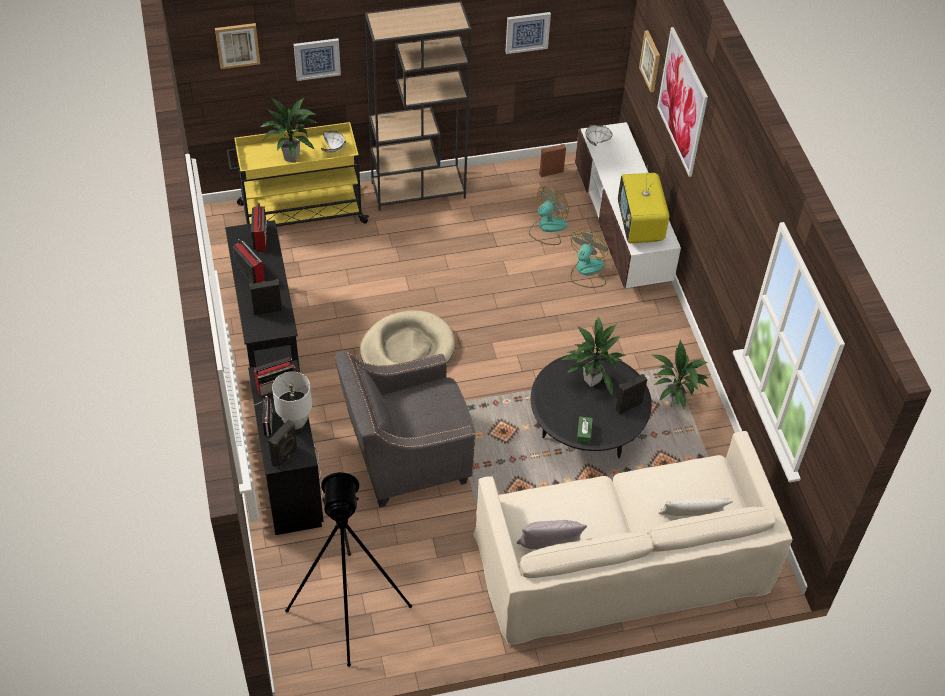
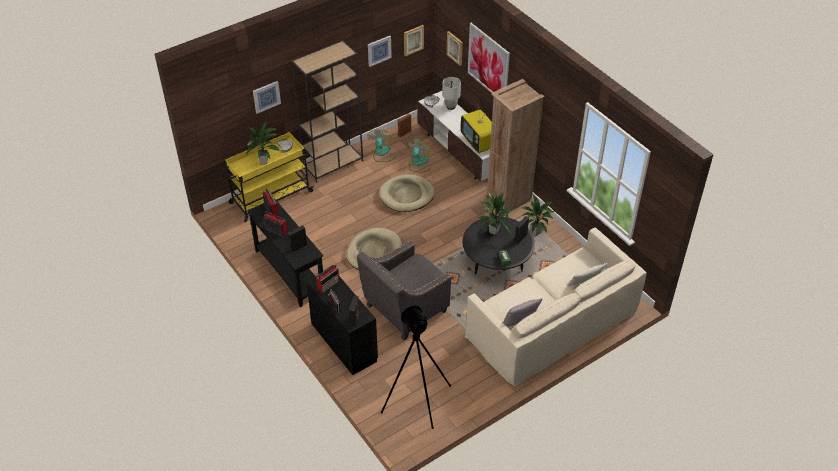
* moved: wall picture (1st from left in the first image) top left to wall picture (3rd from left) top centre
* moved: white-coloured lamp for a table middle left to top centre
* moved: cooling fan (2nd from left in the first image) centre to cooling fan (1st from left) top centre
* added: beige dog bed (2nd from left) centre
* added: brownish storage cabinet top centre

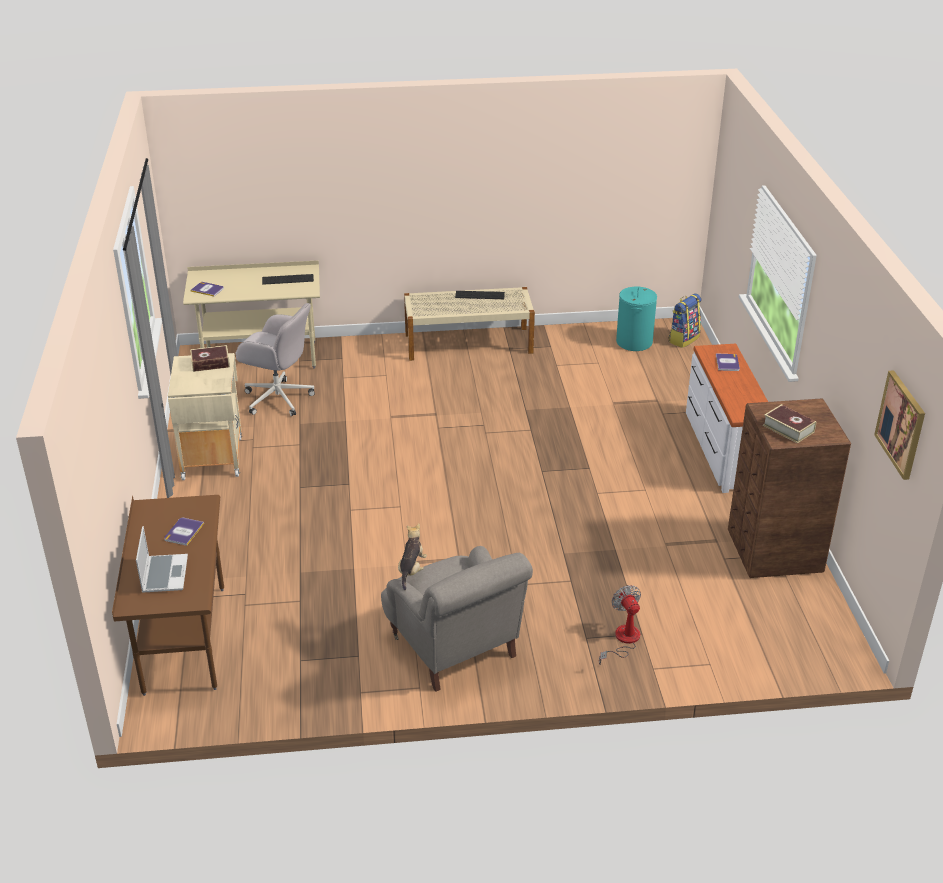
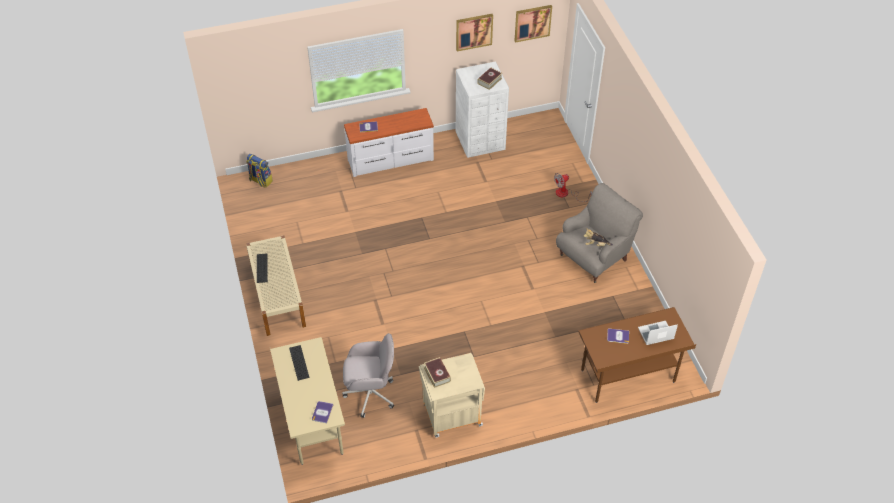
* turned: gray computer chair middle left = bottom centre 75 degrees clockwise
* removed: turquoise-coloured laundry basket middle right
* recoloured: brownish dresser middle right to white-coloured dresser (2nd from left) top centre
* added: wall picture (1st from left) top centre

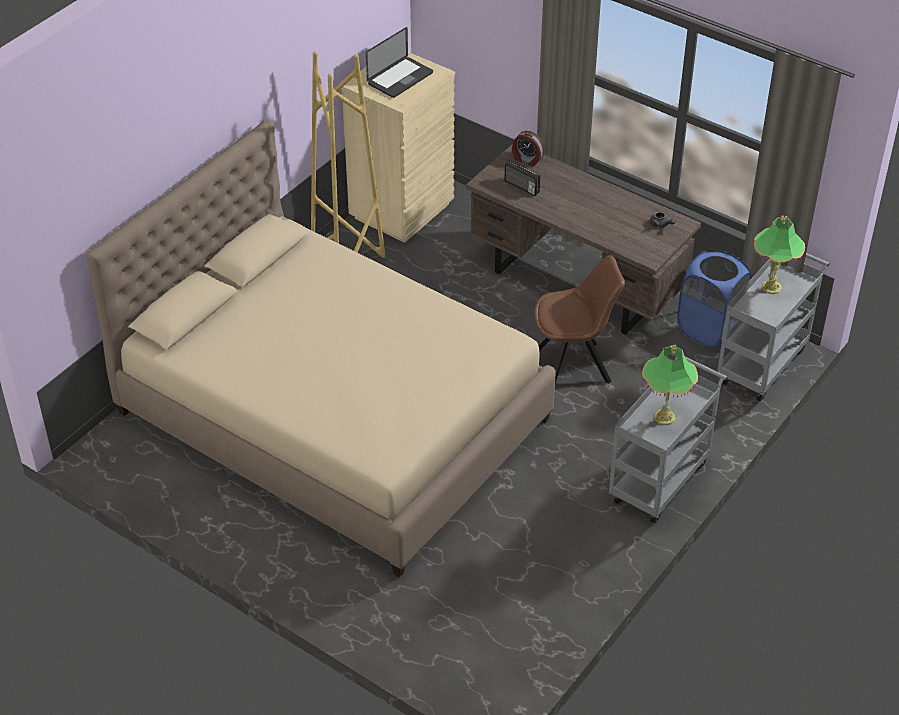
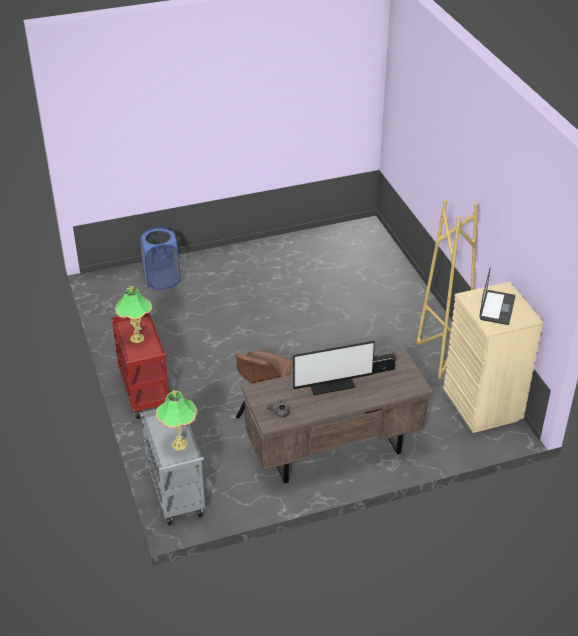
* removed: beige bedroom bed centre
* turned: laptop top centre = middle right 150 degrees counterclockwise
* removed: alarm clock top centre
* recoloured: gray cart (1st from left) middle right to red-coloured cart middle left
* moved: blue-coloured laundry basket middle right to middle left
* added: monitor centre

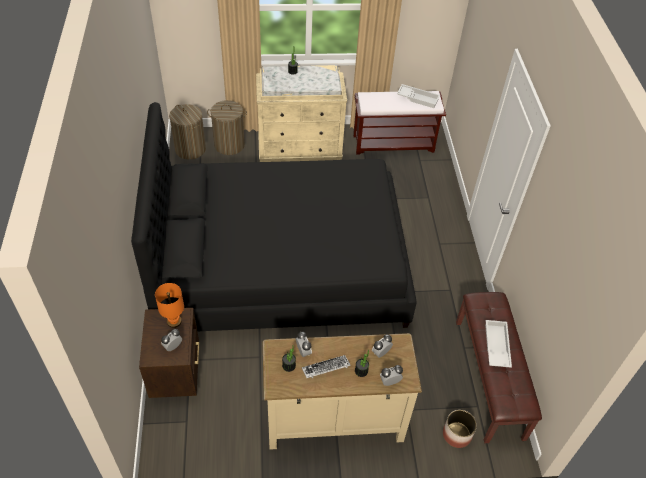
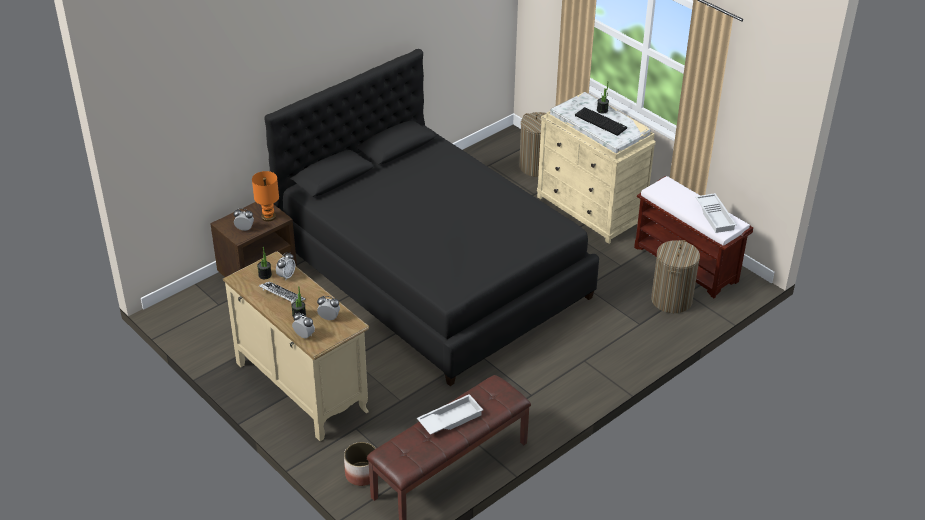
* moved: laundry basket (1st from left in the first image) top left to laundry basket (2nd from left) middle right
* added: PC keyboard (2nd from left) top centre

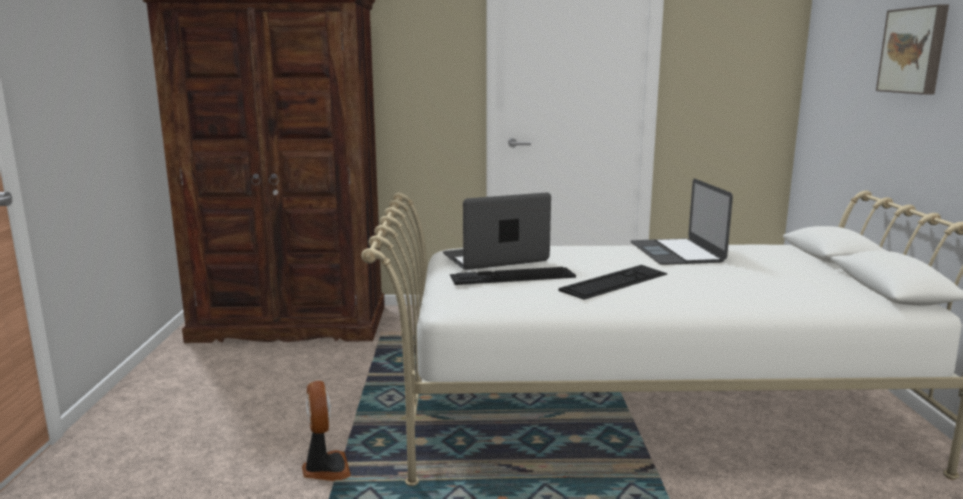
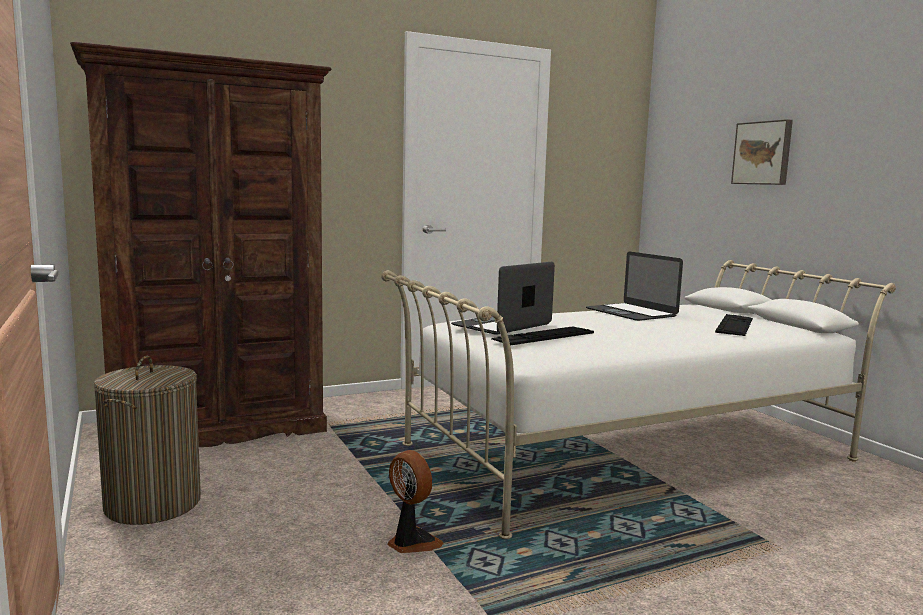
* moved: PC keyboard (2nd from left) centre to middle right
* added: laundry basket bottom left

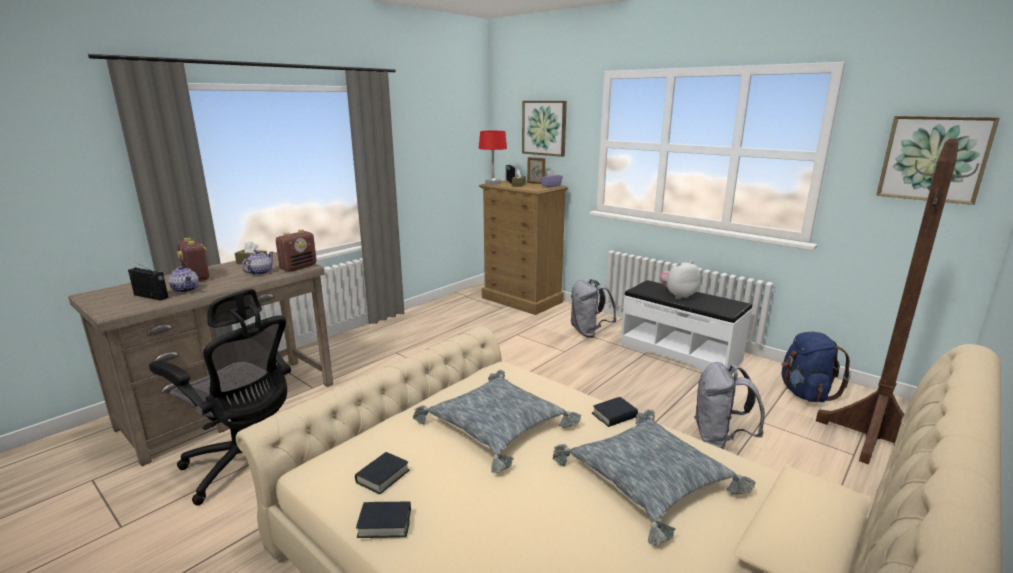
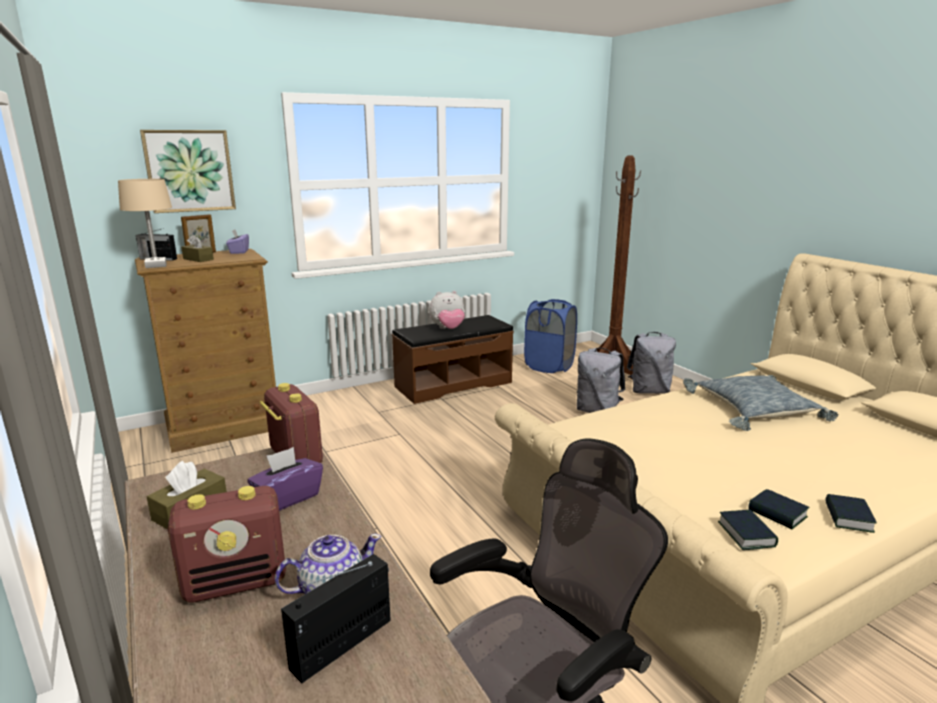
* replaced: pot for tea (2nd from left) middle left to purple tissue holder (2nd from left) bottom left
* removed: pillow (1st from left) bottom centre
* recoloured: red-coloured lamp for a table top centre to beige lamp for a table top left
* moved: gray knapsack (1st from left in the first image) centre to gray knapsack (2nd from left) middle right
* moved: book (3rd from left in the first image) bottom centre to book (1st from left) bottom right
* recoloured: white-coloured indoor bench middle right to brownish indoor bench centre
* turned: plush toy middle right = centre 105 degrees counterclockwise
* replaced: blue-coloured knapsack middle right to blue-coloured laundry basket centre
* removed: wall picture (2nd from left) top right

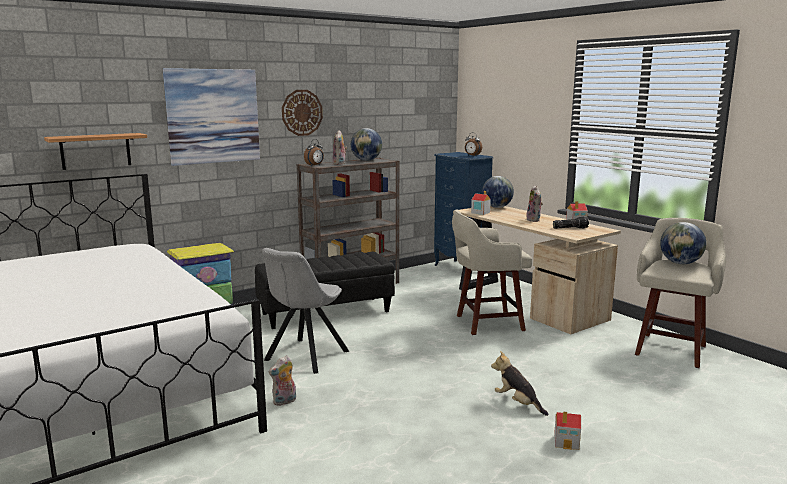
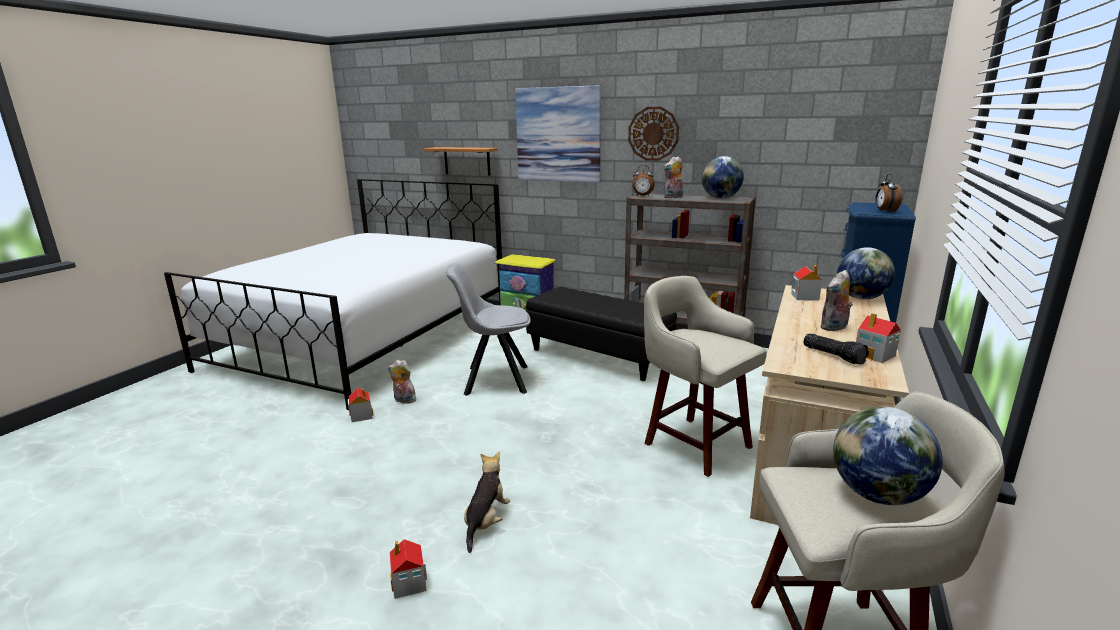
* added: miniature house (1st from left) middle left

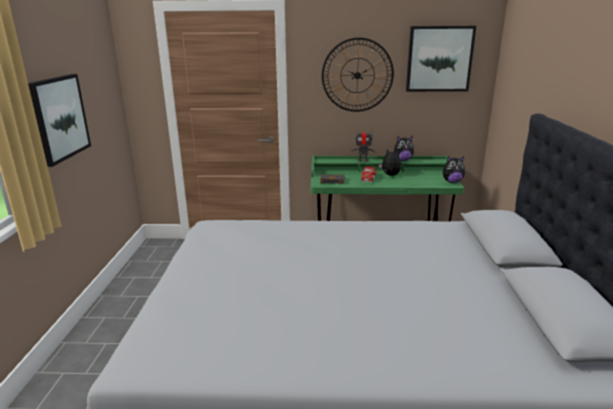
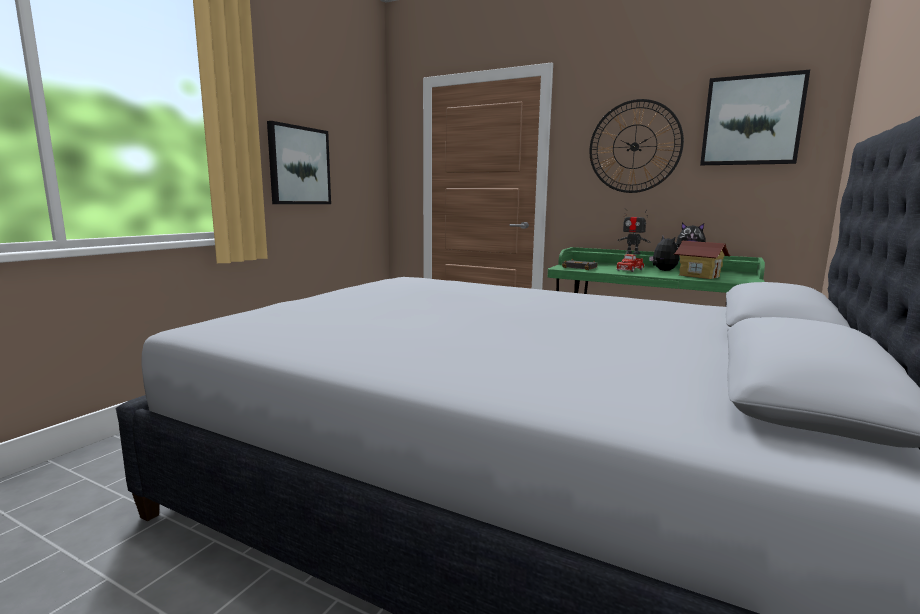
* removed: plush toy (3rd from left) middle right
* added: miniature house middle right

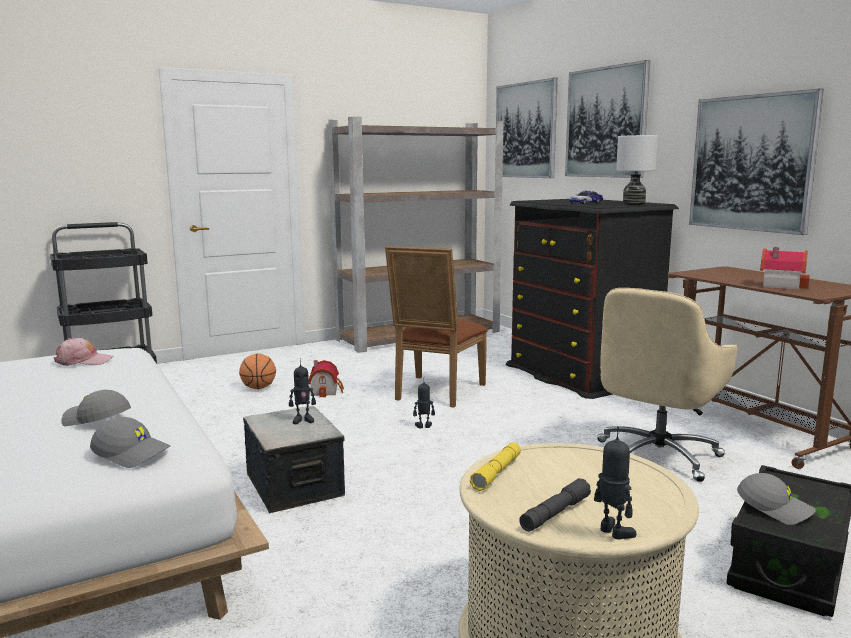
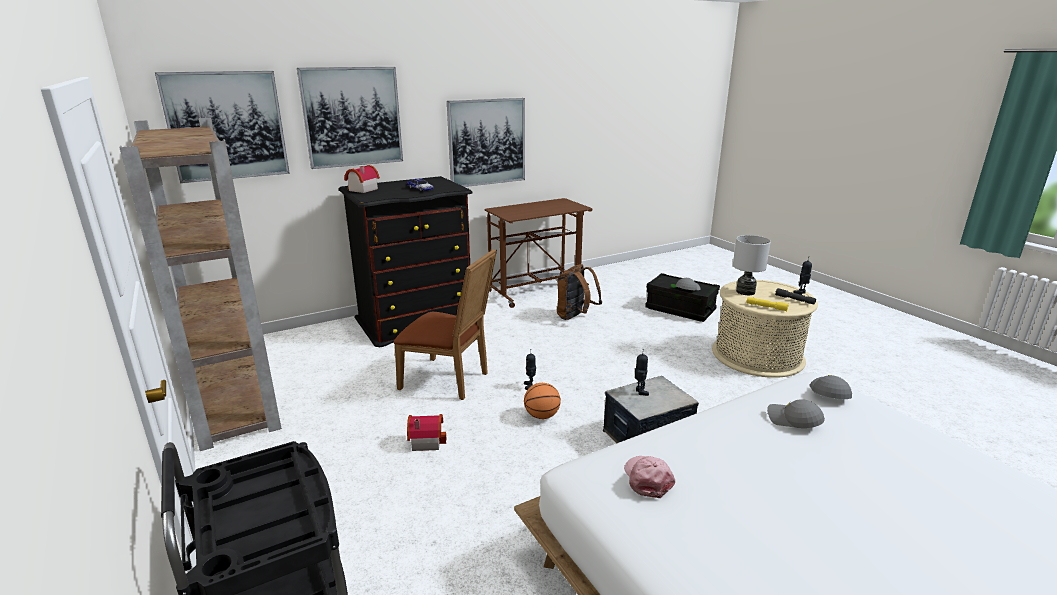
* turned: gray baseball cap (1st from left in the first image) middle left = bottom right 105 degrees clockwise
* moved: basketball middle left to bottom centre
* replaced: beige computer chair middle right to brownish knapsack centre
* moved: gray lamp for a table top right to middle right
* moved: miniature house (2nd from left in the first image) middle right to miniature house (1st from left) top centre

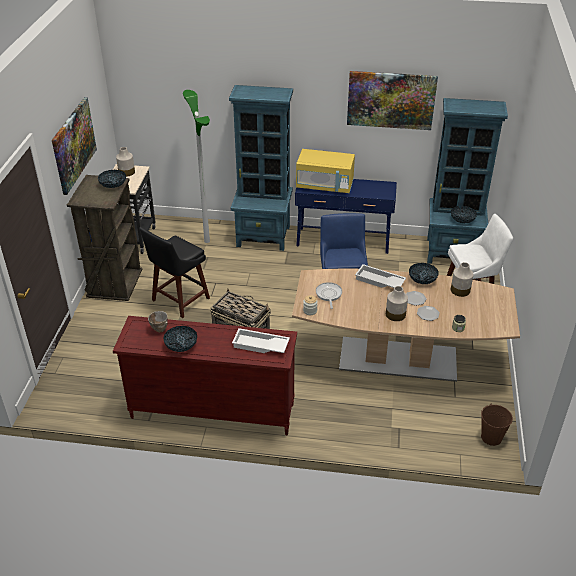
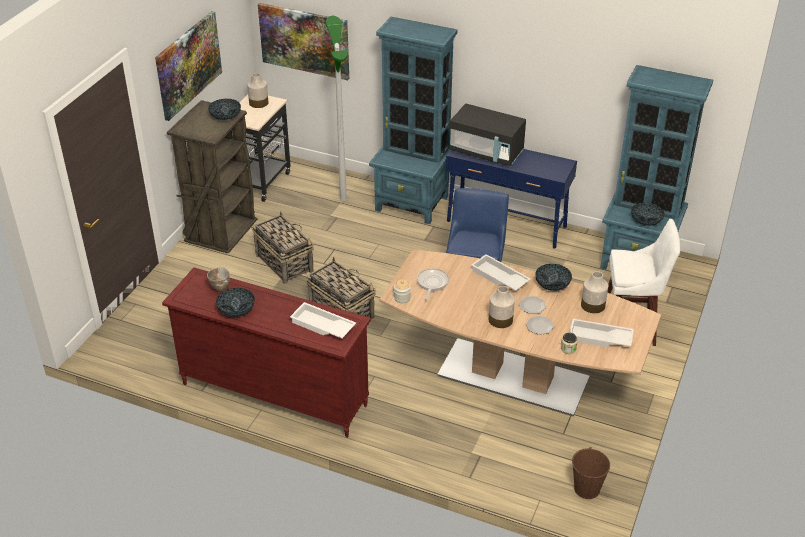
* replaced: blackish chair middle left to basket (1st from left) centre
* recoloured: yellow-coloured kitchen microwave top centre to blackish kitchen microwave top centre
* moved: wall picture (2nd from left) top right to top centre
* added: white-coloured tray (3rd from left) middle right

